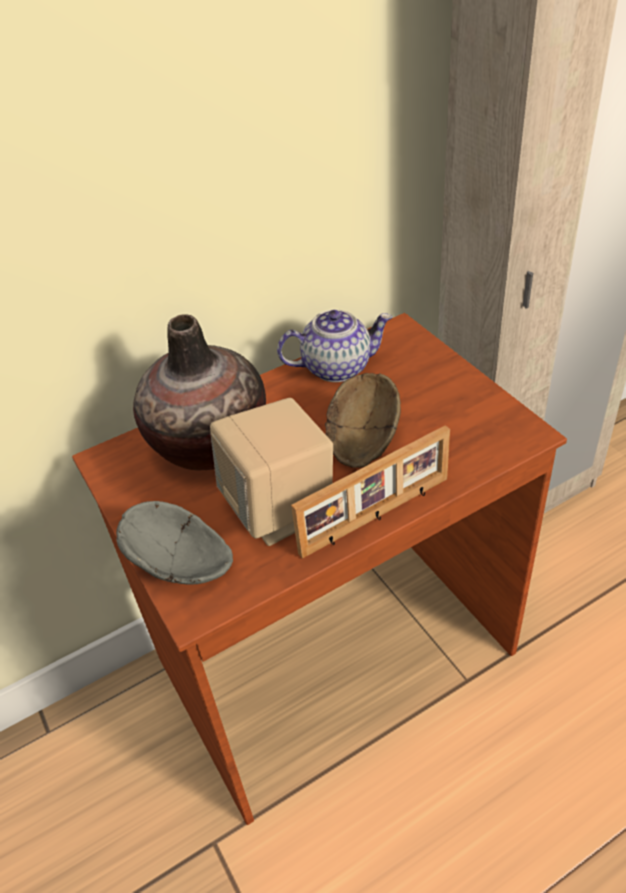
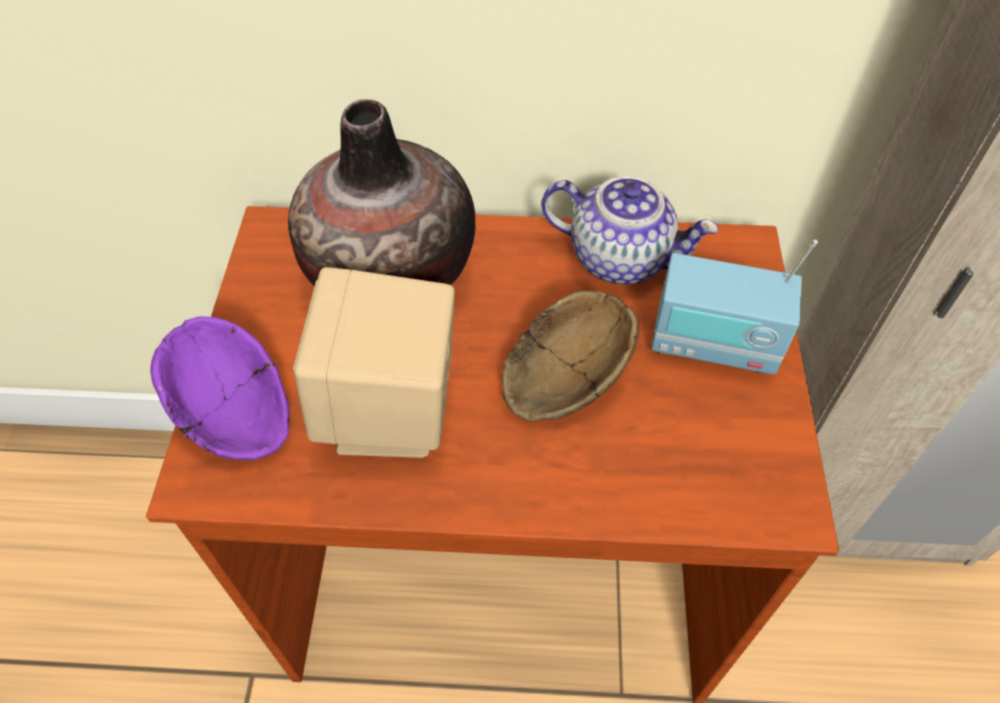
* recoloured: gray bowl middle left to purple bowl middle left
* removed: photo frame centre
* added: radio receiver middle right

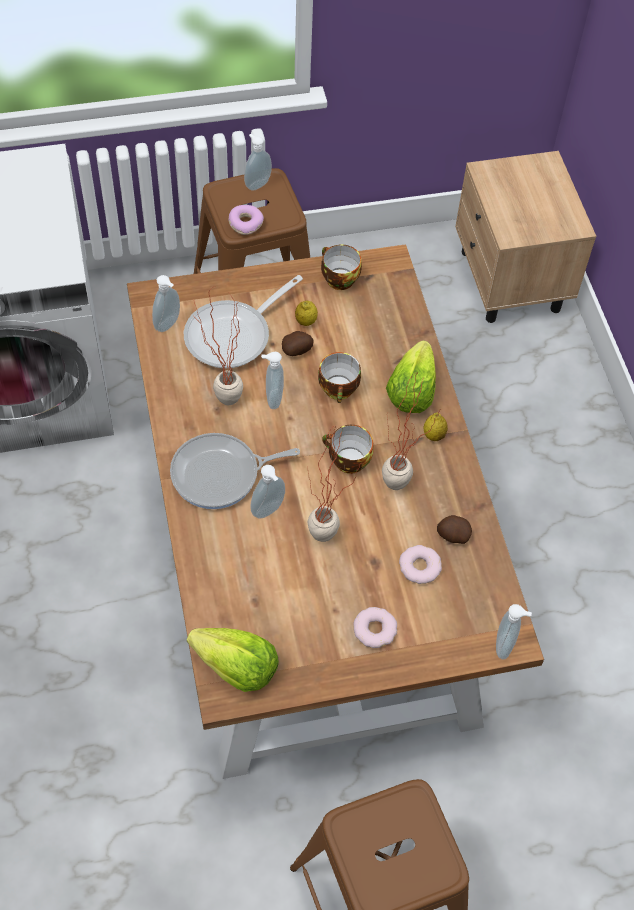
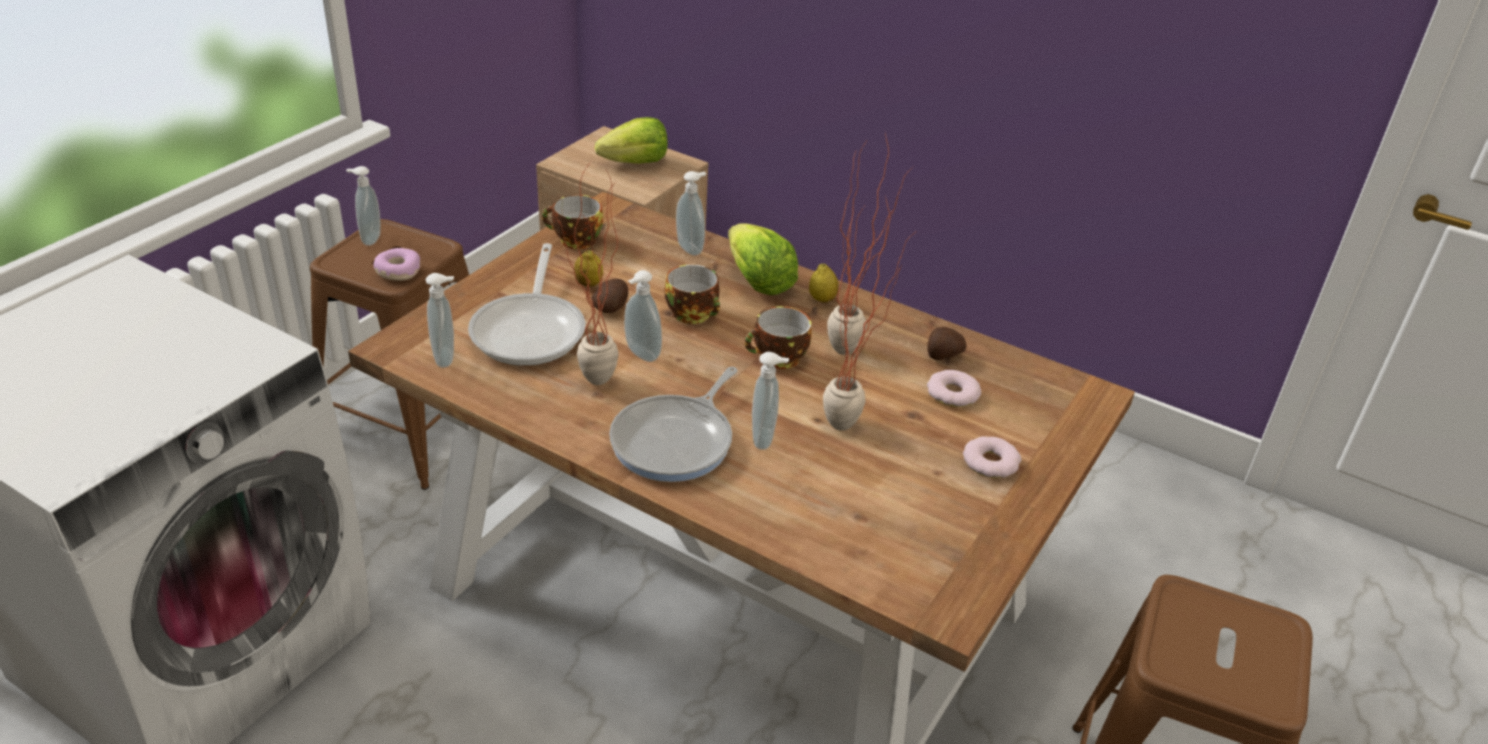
* moved: lettuce head (1st from left) bottom centre to top centre
* moved: liquid soap bottle (5th from left in the first image) bottom right to liquid soap bottle (4th from left) top centre

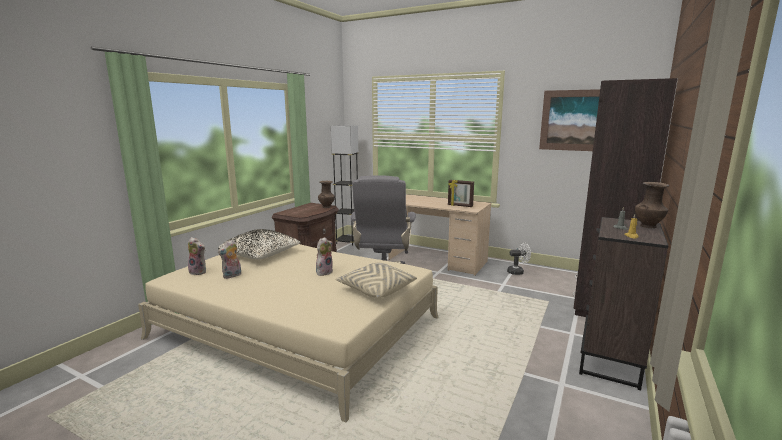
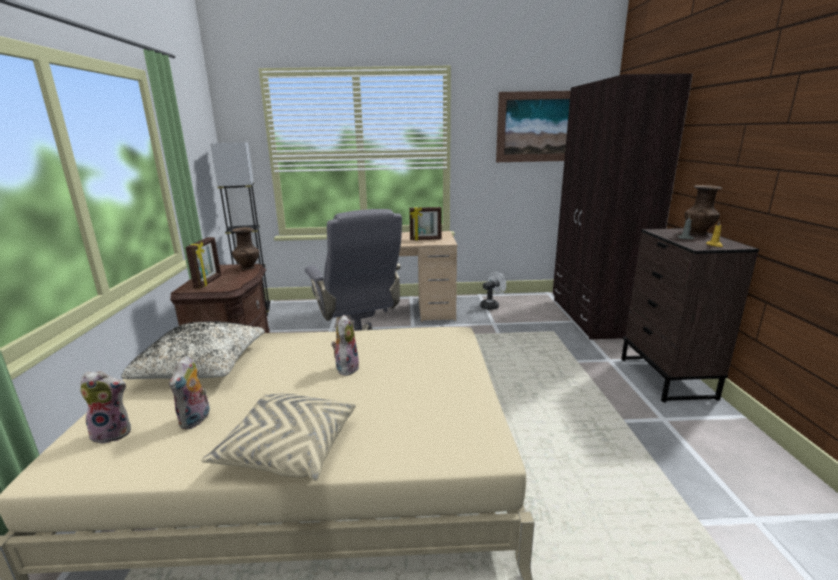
* moved: beige pillow (2nd from left) centre to bottom left
* added: photo frame (1st from left) middle left

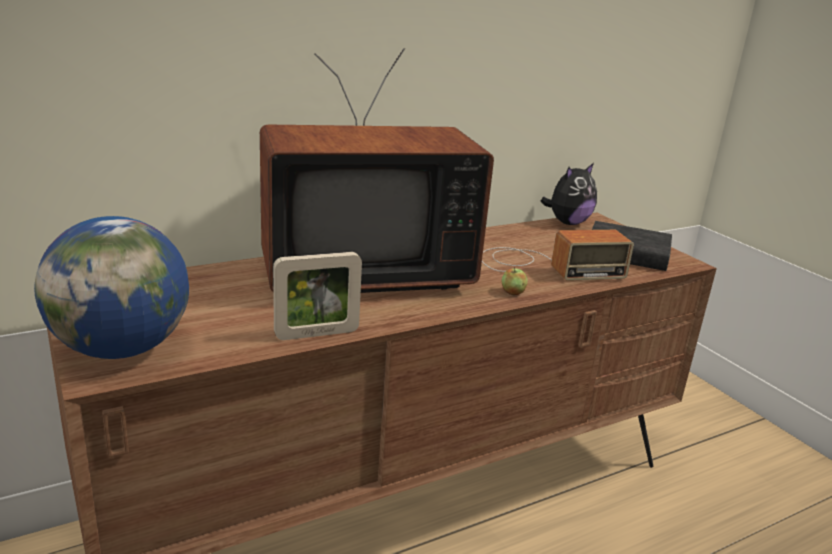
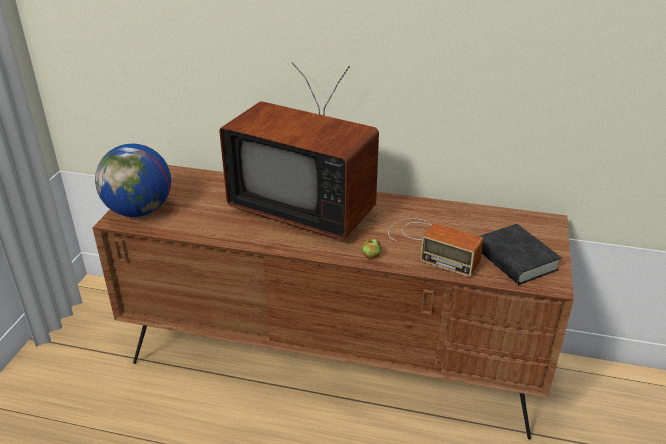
* removed: photo frame centre
* removed: plush toy middle right

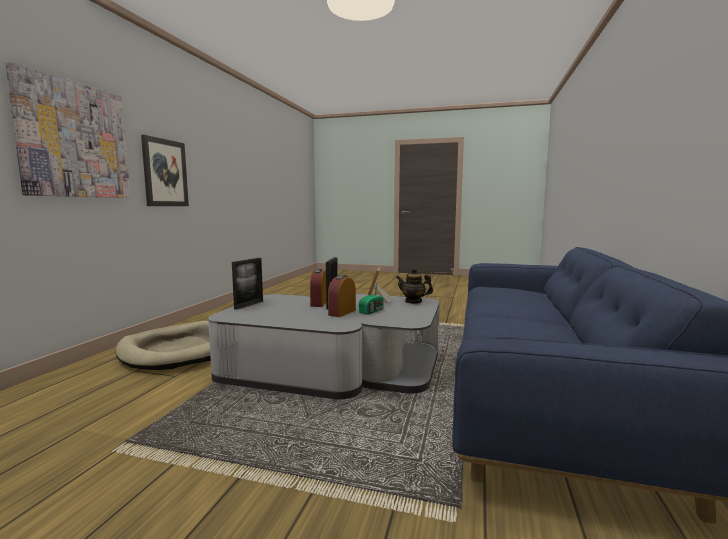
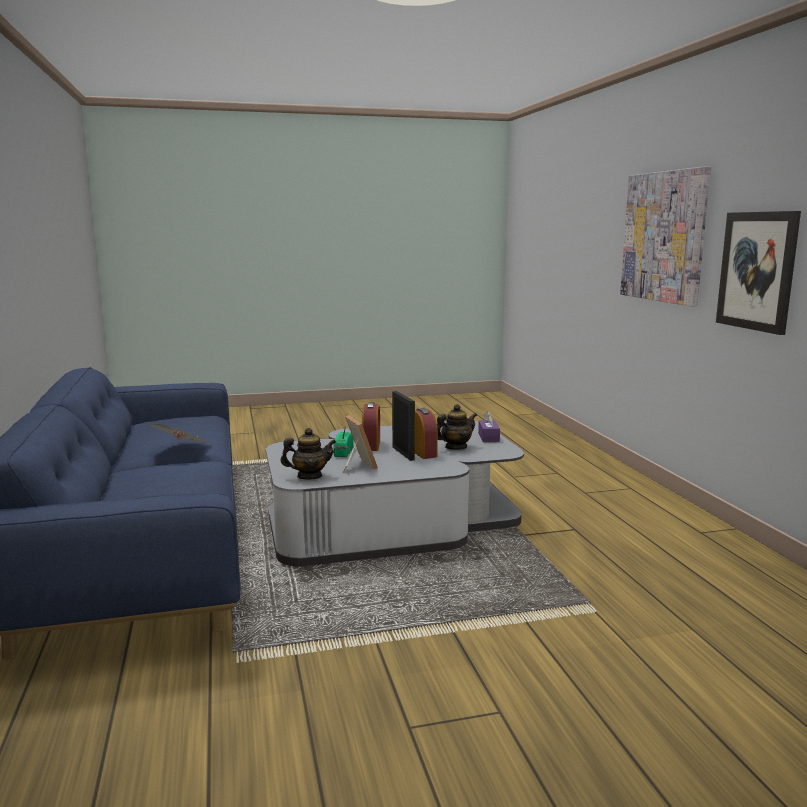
* removed: beige dog bed middle left
* replaced: photo frame (1st from left) centre to purple tissue holder centre
* added: daily paper middle left
* added: pot for tea (2nd from left) centre

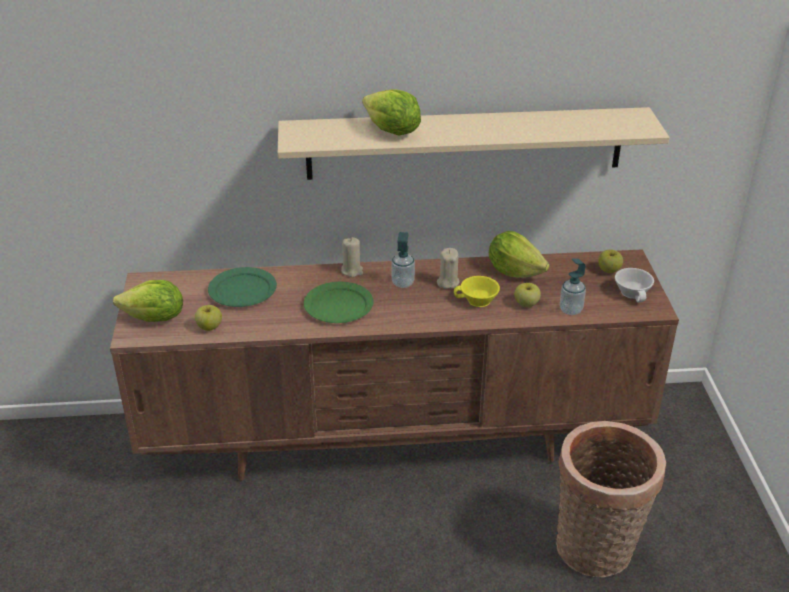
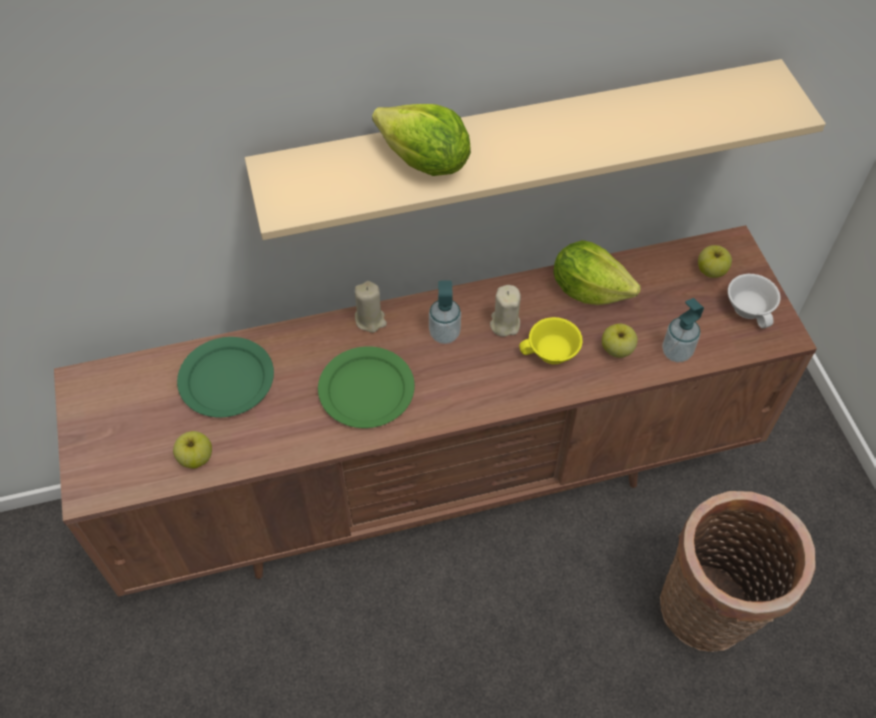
* removed: lettuce head (1st from left) middle left

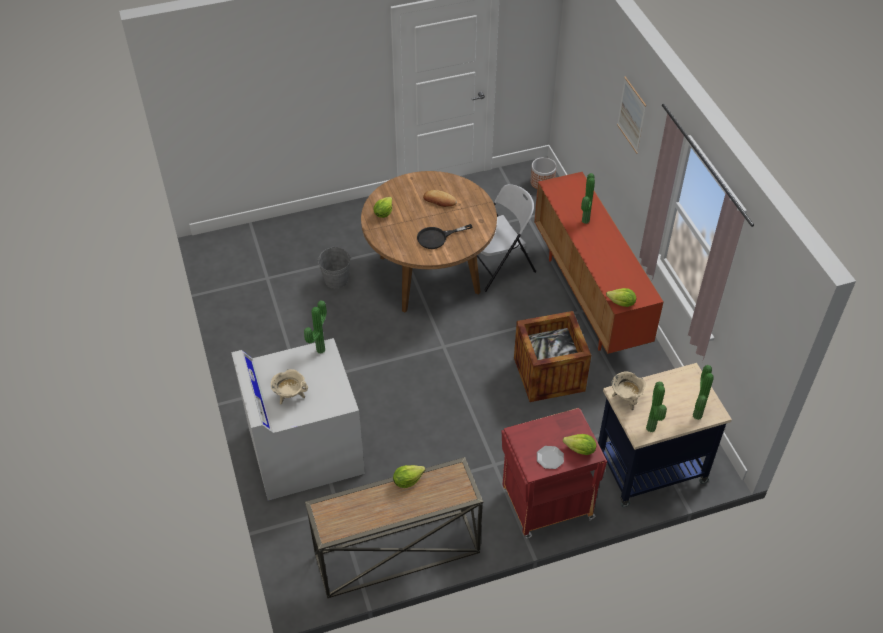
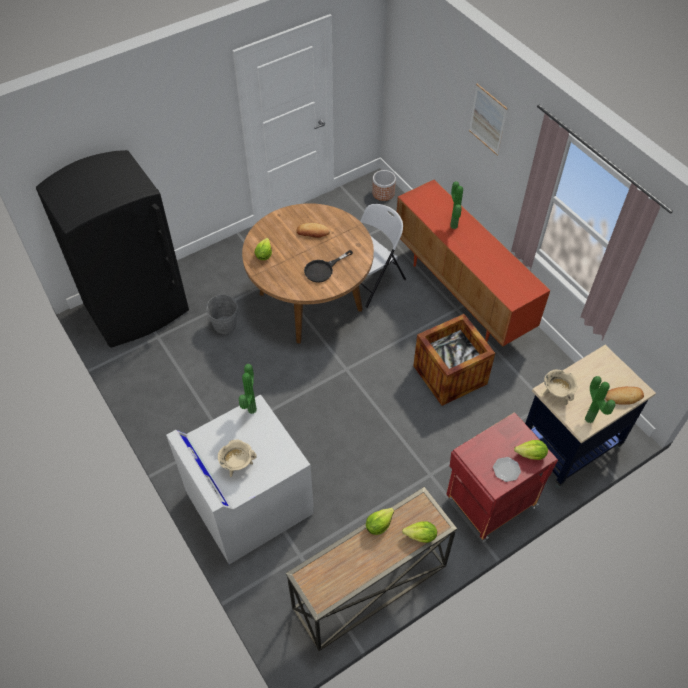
* moved: lettuce head (4th from left in the first image) middle right to lettuce head (3rd from left) bottom centre
* replaced: houseplant (4th from left) middle right to bakery bread (2nd from left) middle right
* added: blackish fridge middle left

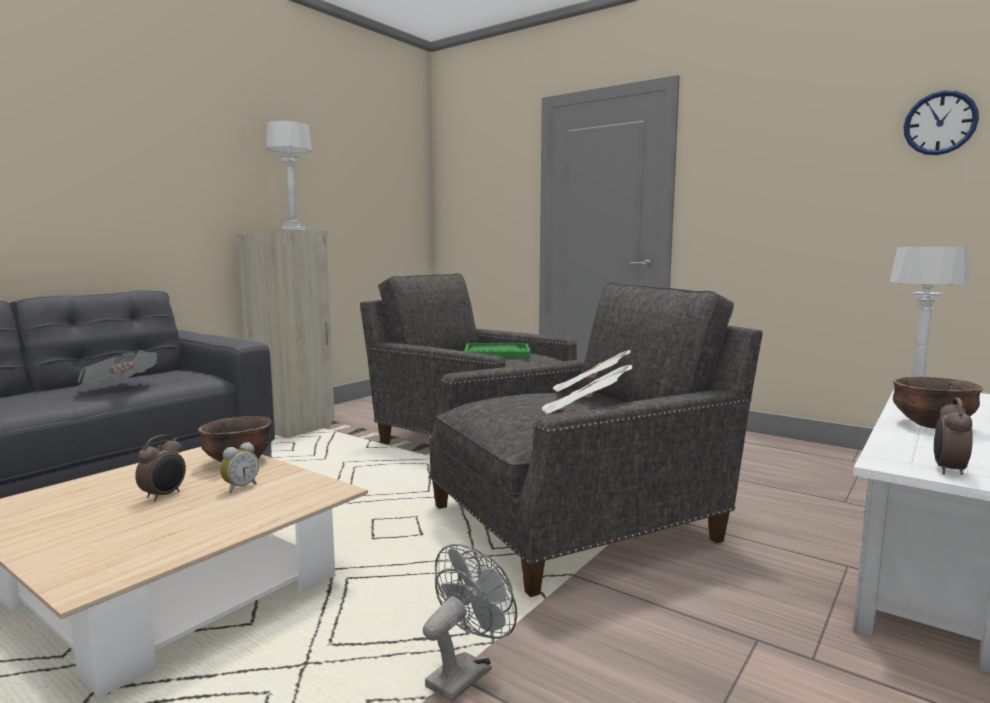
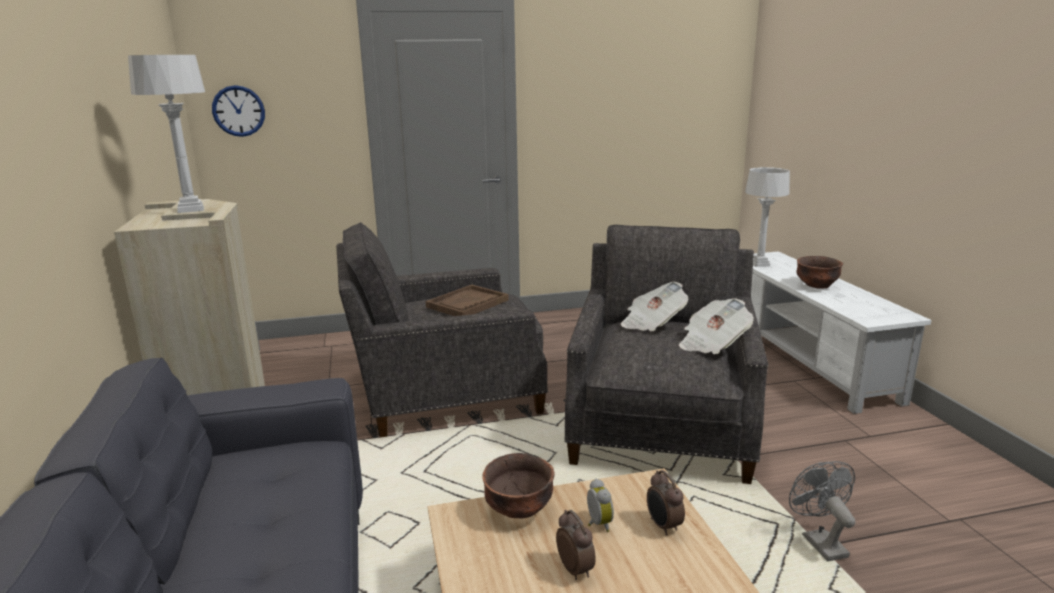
* removed: daily paper (1st from left) middle left
* recoloured: greenish tray centre to brownish tray centre
* moved: hanging clock top right to top left
* moved: alarm clock (3rd from left) middle right to bottom centre

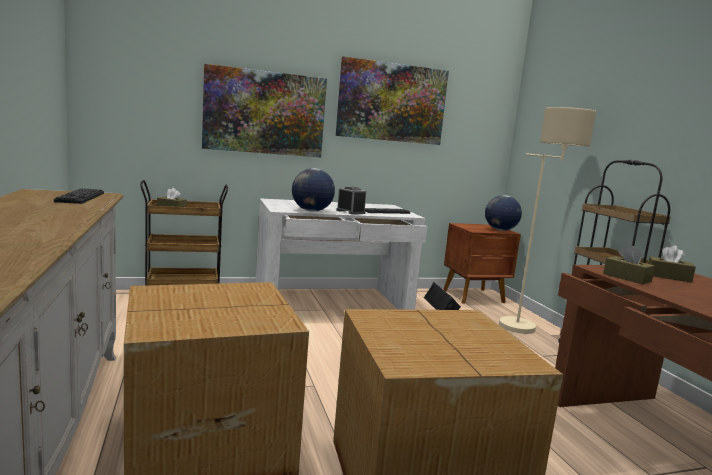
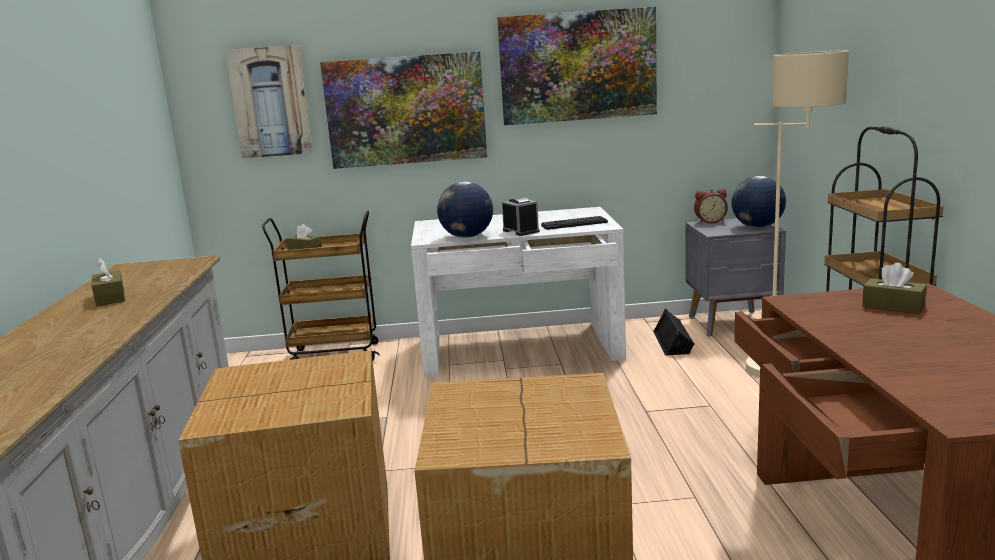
* removed: PC keyboard (1st from left) middle left
* recoloured: brownish night table middle right to gray night table middle right
* moved: brownish tissue holder (2nd from left in the first image) middle right to brownish tissue holder (1st from left) middle left
* added: wall picture (1st from left) top left
* added: alarm clock (2nd from left) middle right

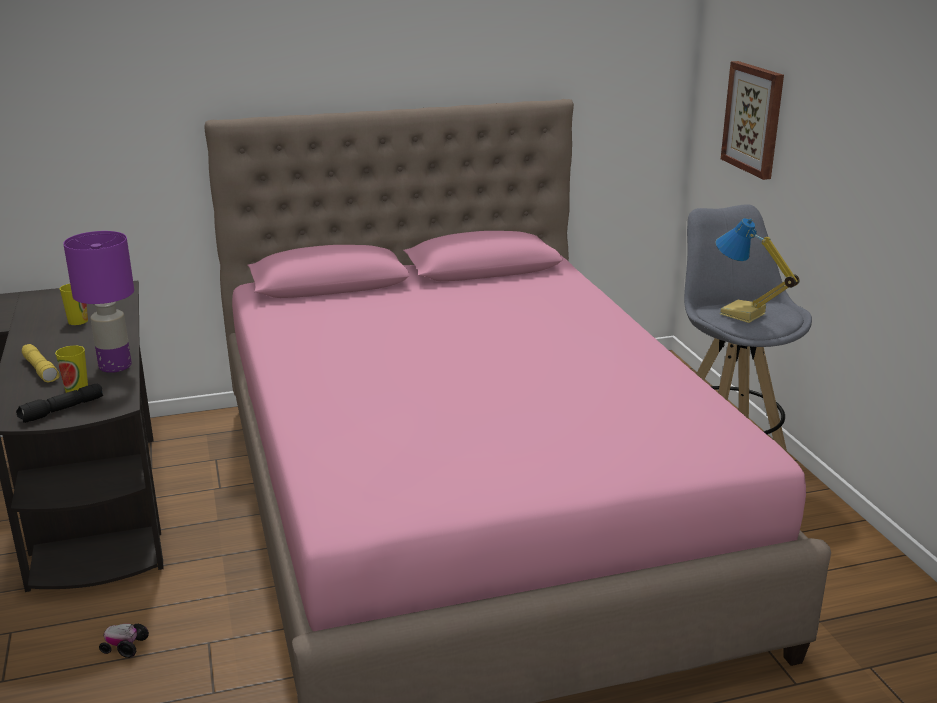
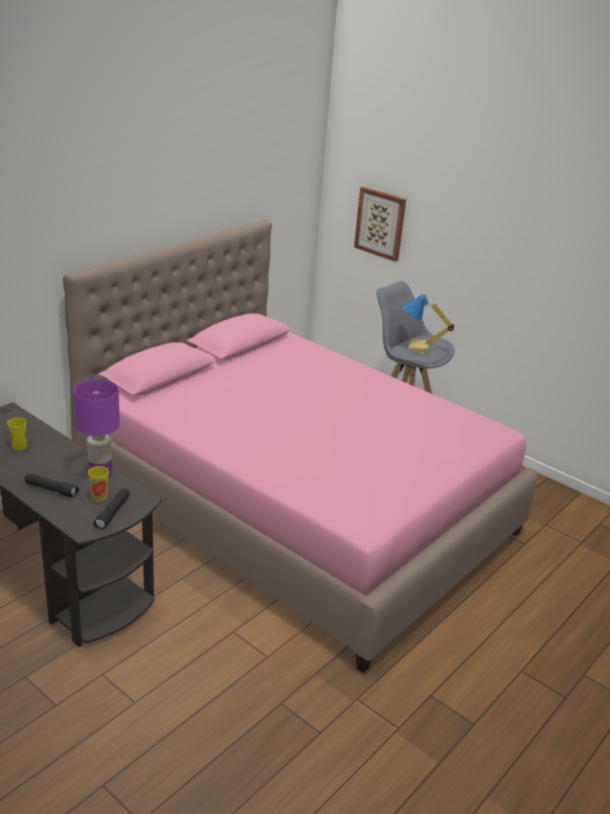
* recoloured: yellow-coloured torch middle left to blackish torch (1st from left) middle left
* removed: miniature car bottom left

